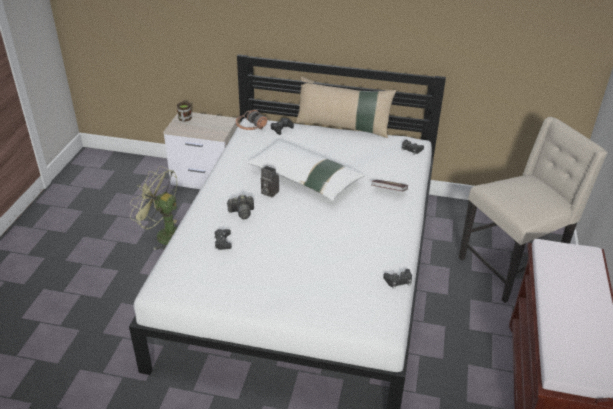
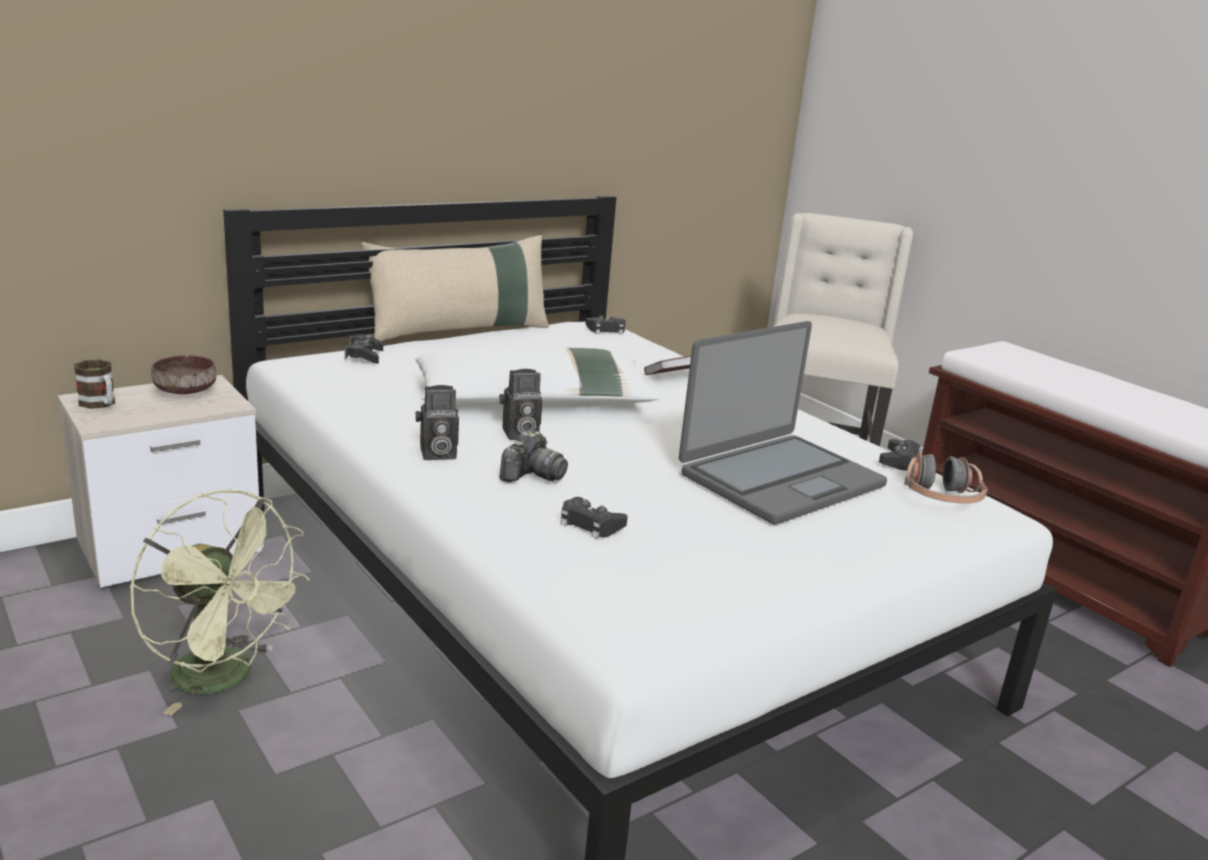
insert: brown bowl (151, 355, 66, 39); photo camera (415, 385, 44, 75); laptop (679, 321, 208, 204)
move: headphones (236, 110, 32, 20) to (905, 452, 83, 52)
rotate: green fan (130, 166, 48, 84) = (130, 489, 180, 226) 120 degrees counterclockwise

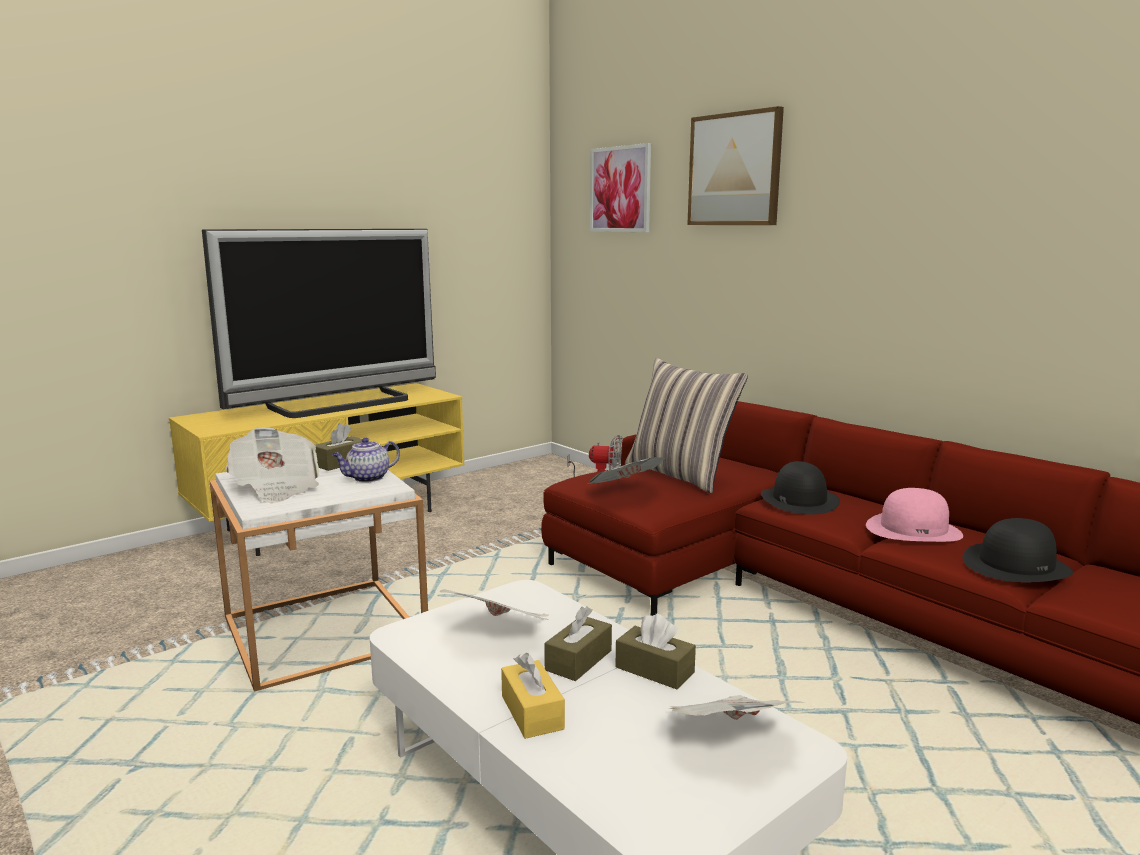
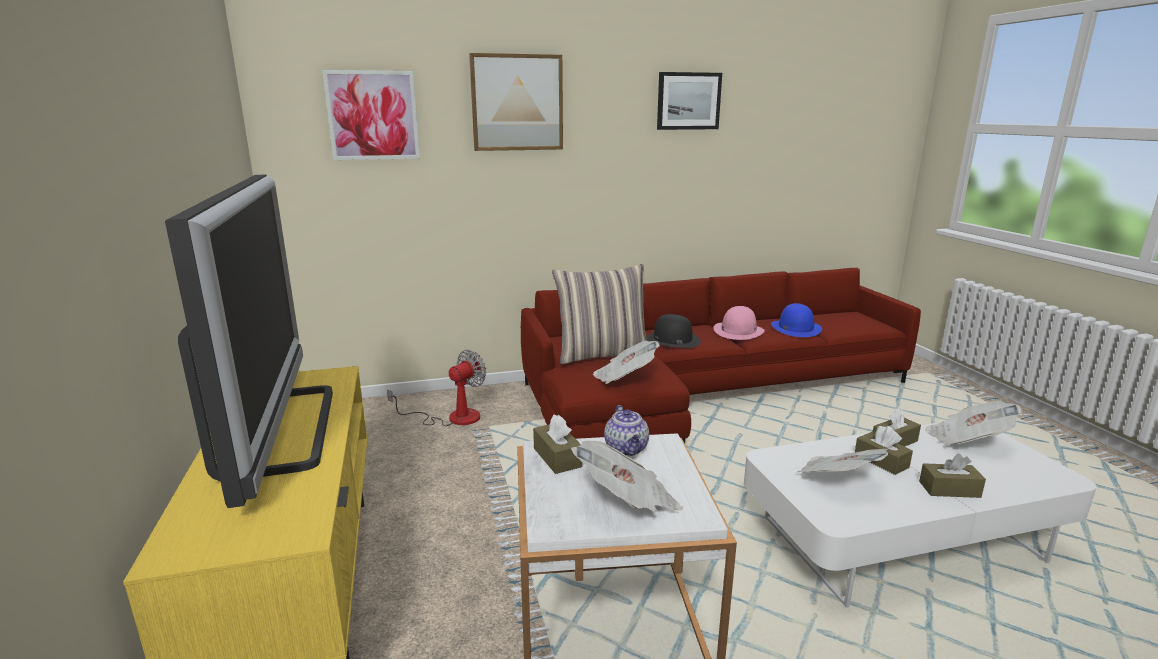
insert: picture (657, 72, 65, 58)
recolor: yellow tissue box (501, 653, 64, 86) to brown tissue box (919, 454, 67, 44); black hat (962, 518, 111, 64) to blue hat (771, 303, 51, 34)

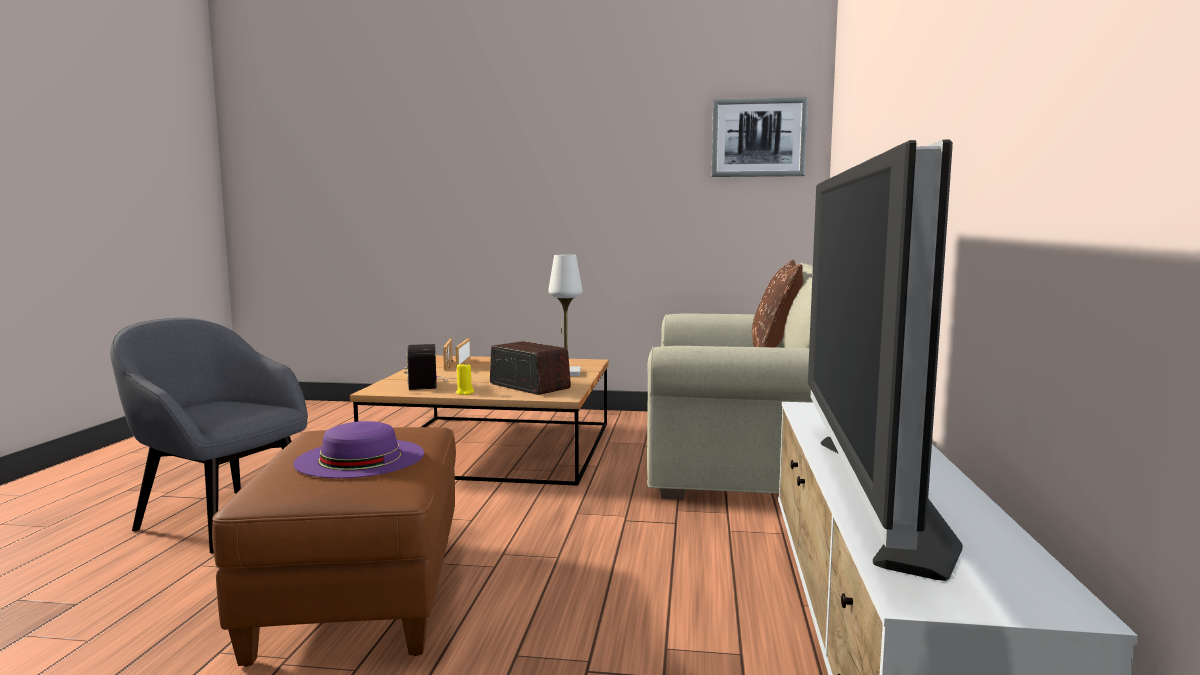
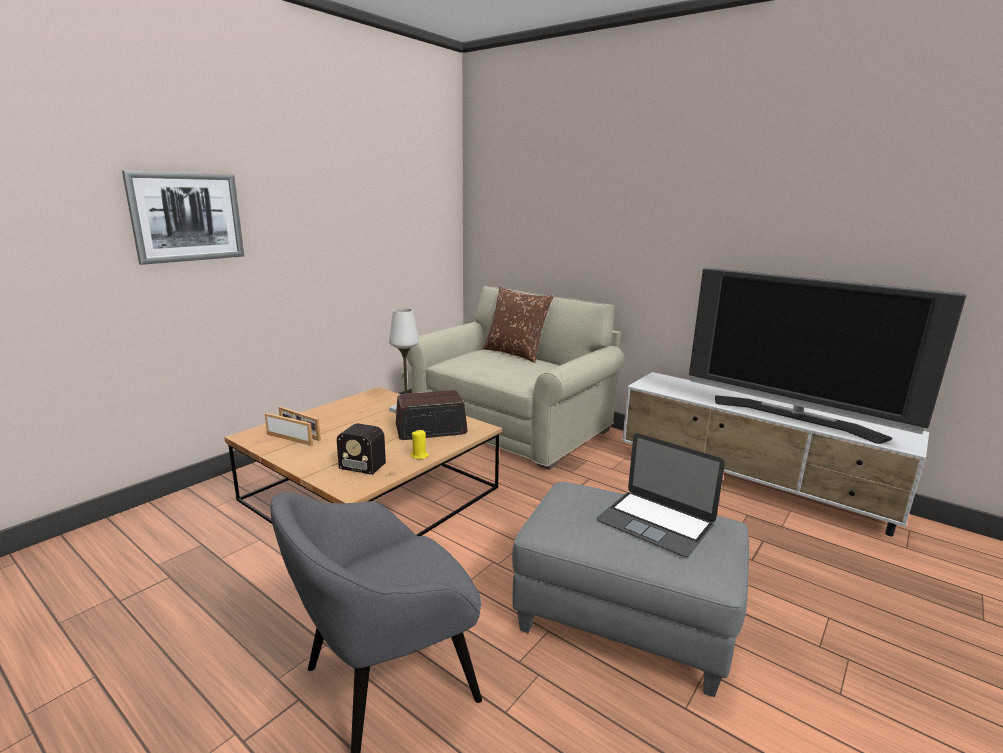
move: picture (712, 97, 96, 80) to (122, 171, 122, 94)
replace: purple hat (294, 421, 130, 57) to laptop (597, 433, 128, 124)
recolor: brown ottoman (212, 427, 244, 240) to grey ottoman (512, 482, 237, 215)

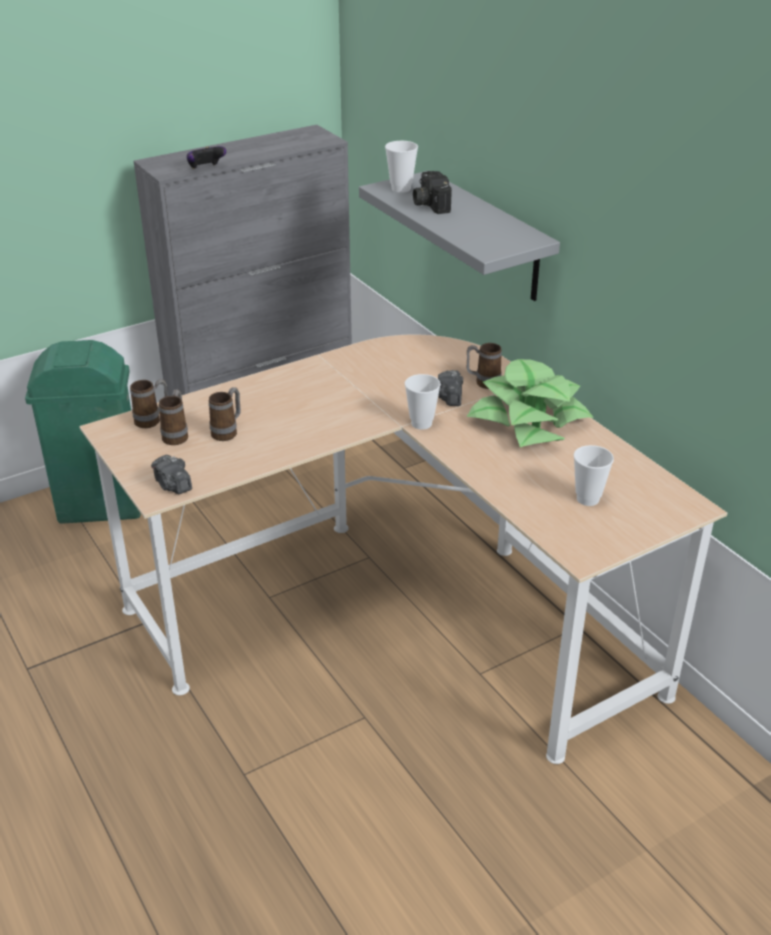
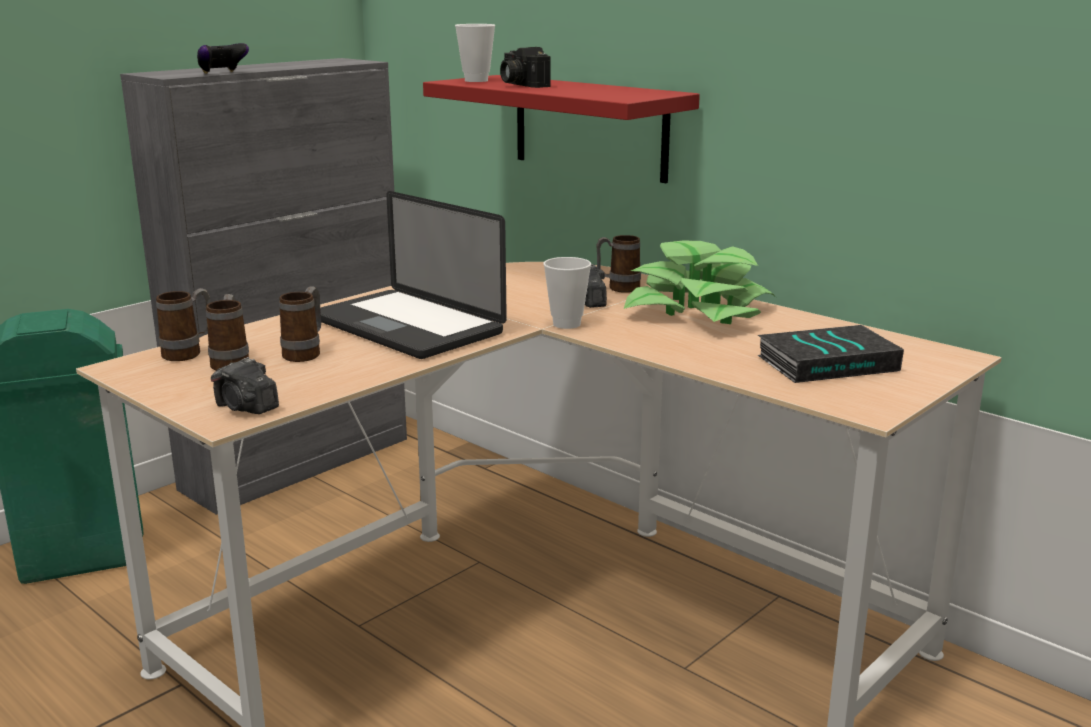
insert: laptop (320, 191, 187, 168)
replace: cup (574, 445, 40, 61) to book (758, 325, 146, 58)
recolor: grey shelf (359, 171, 201, 130) to red shelf (423, 75, 277, 108)

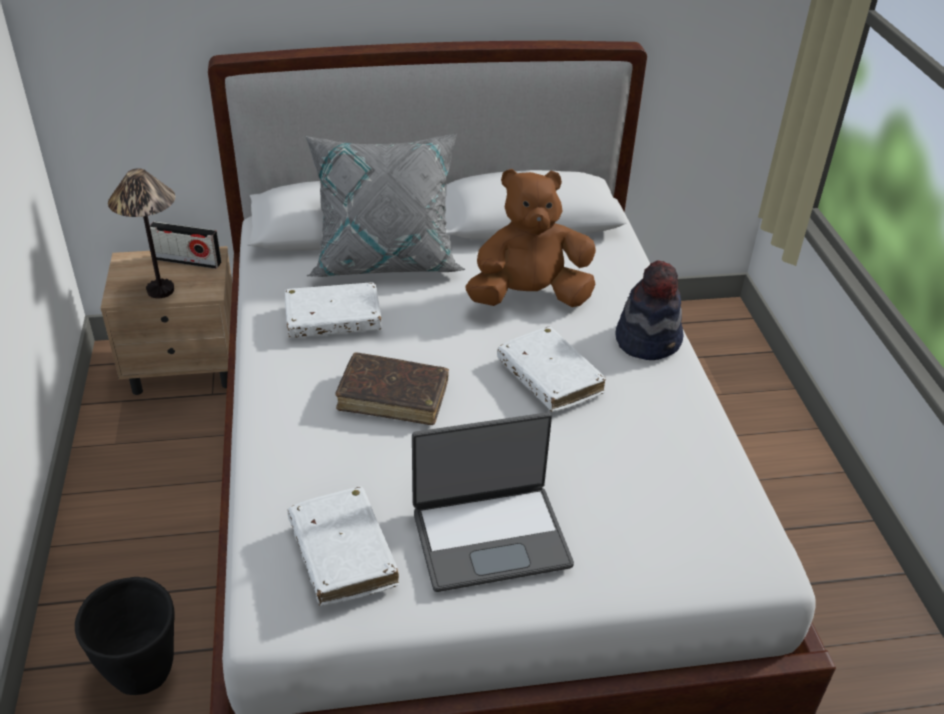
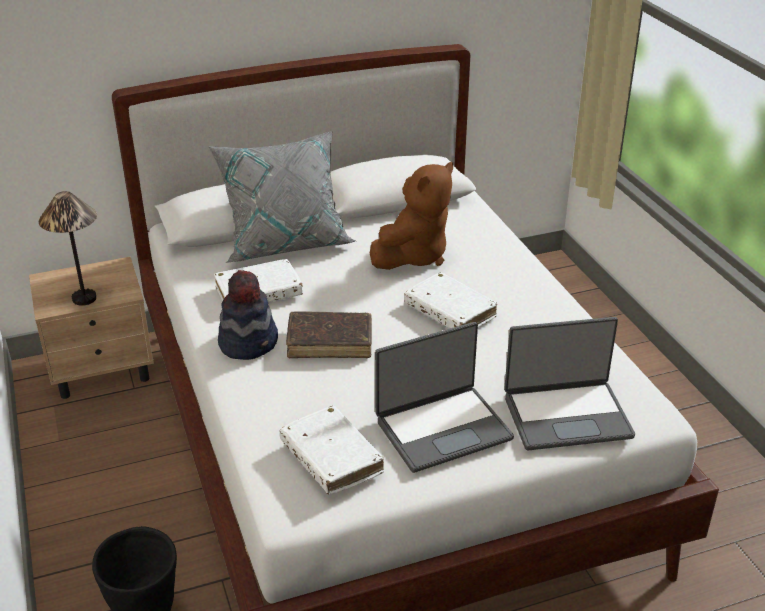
delete: radio (150, 222, 72, 47)
insert: laptop (504, 317, 131, 133)
move: hat (615, 260, 69, 100) to (218, 270, 60, 90)
rotate: brown plush toy (465, 169, 131, 138) = (370, 162, 83, 108) 150 degrees clockwise

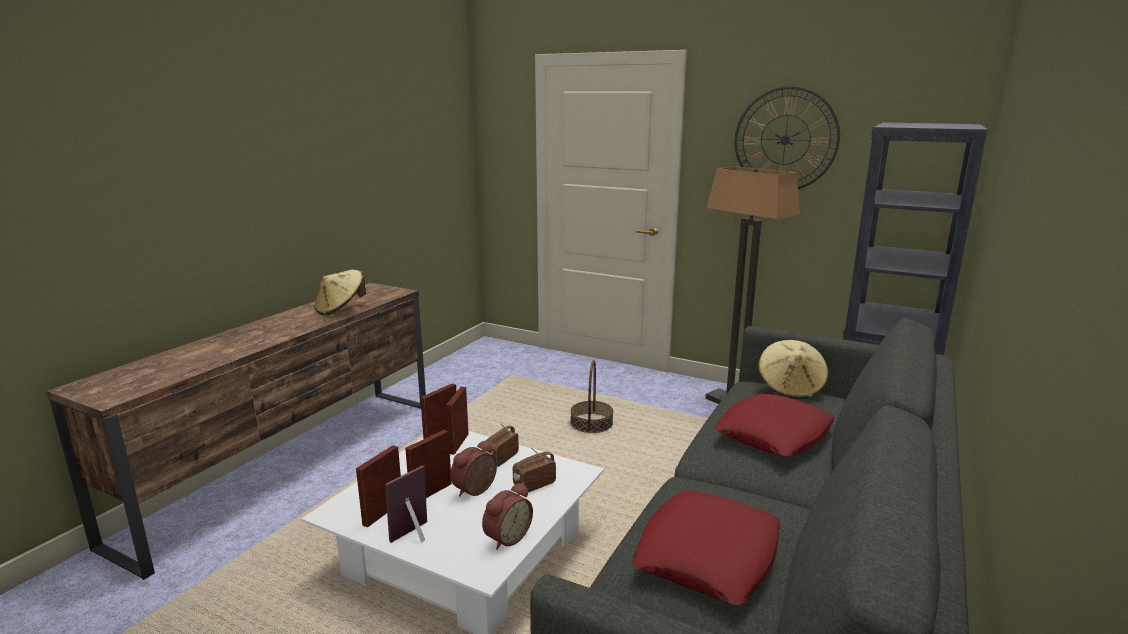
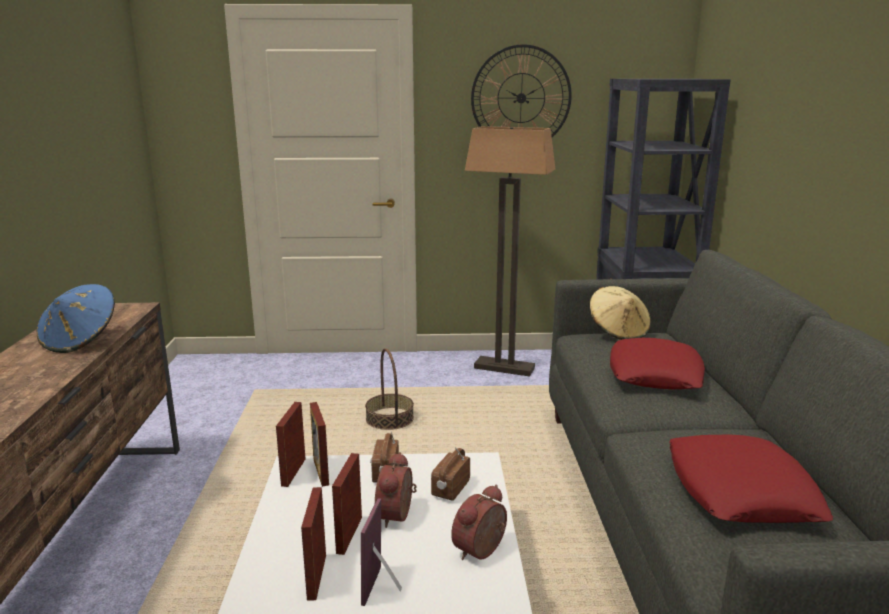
recolor: beige hat (314, 270, 52, 45) to blue hat (37, 284, 78, 69)
rotate: alarm clock (482, 482, 51, 68) = (451, 485, 56, 75) 150 degrees counterclockwise

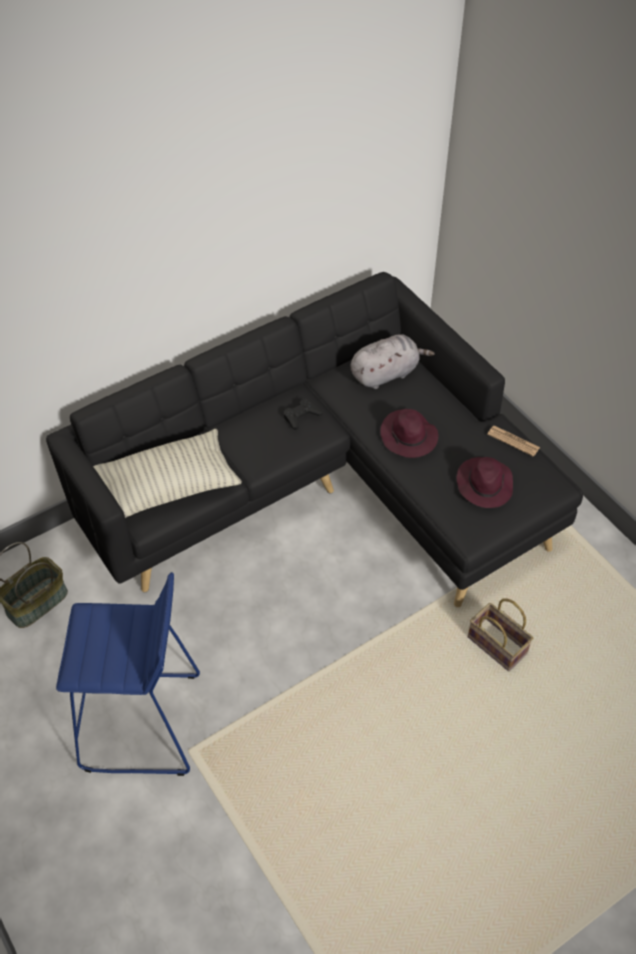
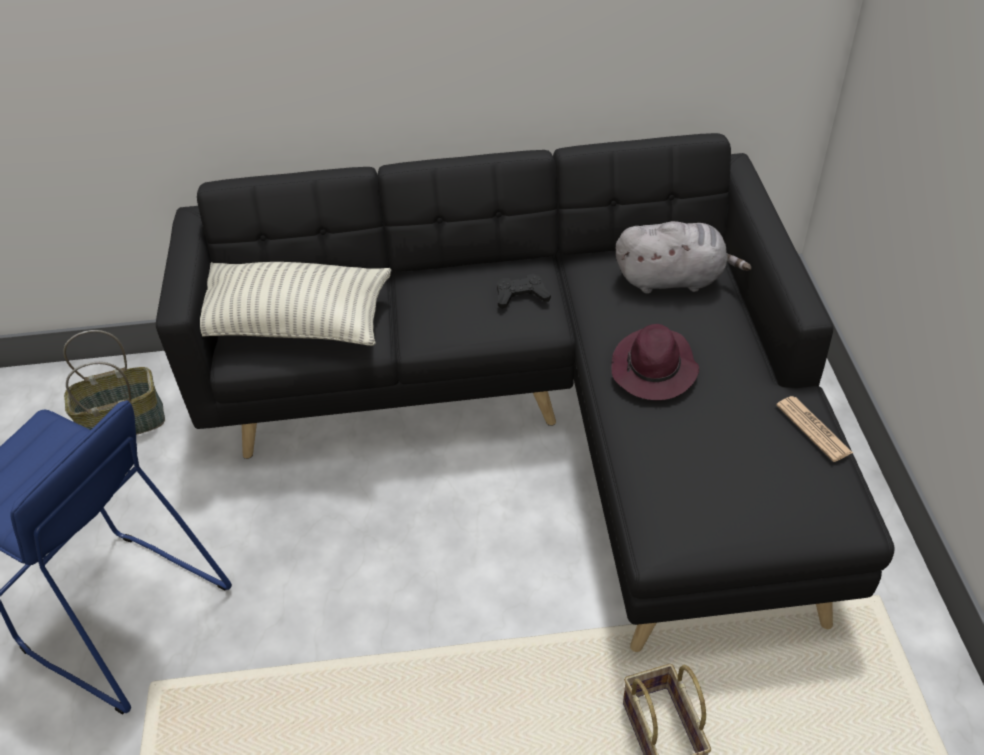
delete: purple hat (457, 457, 56, 51)

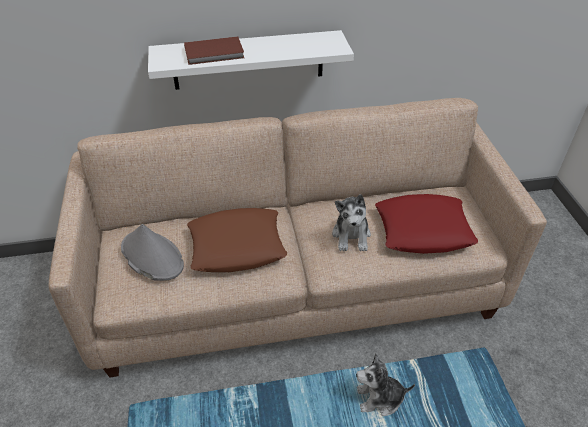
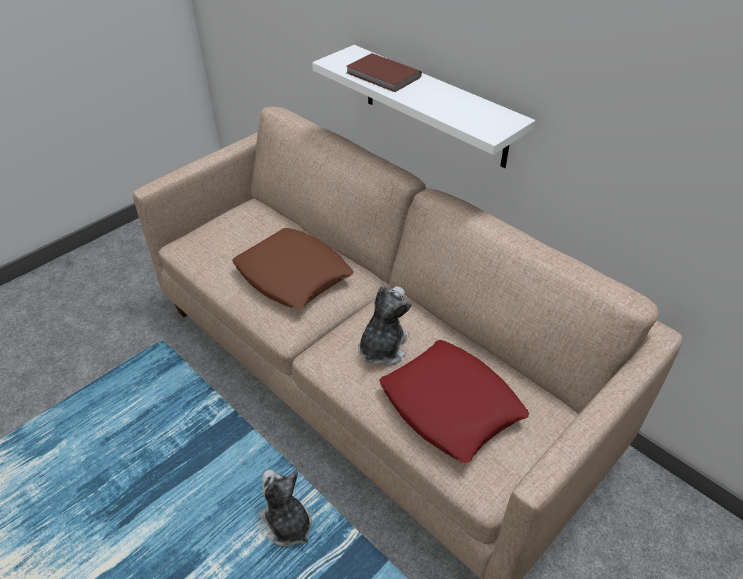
delete: grey hat (121, 224, 63, 57)
rotate: plush toy (332, 194, 39, 57) = (358, 286, 54, 80) 150 degrees clockwise

